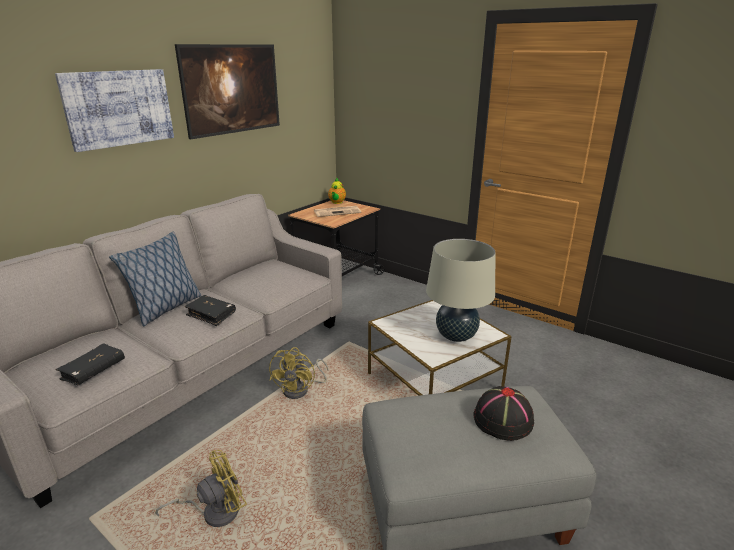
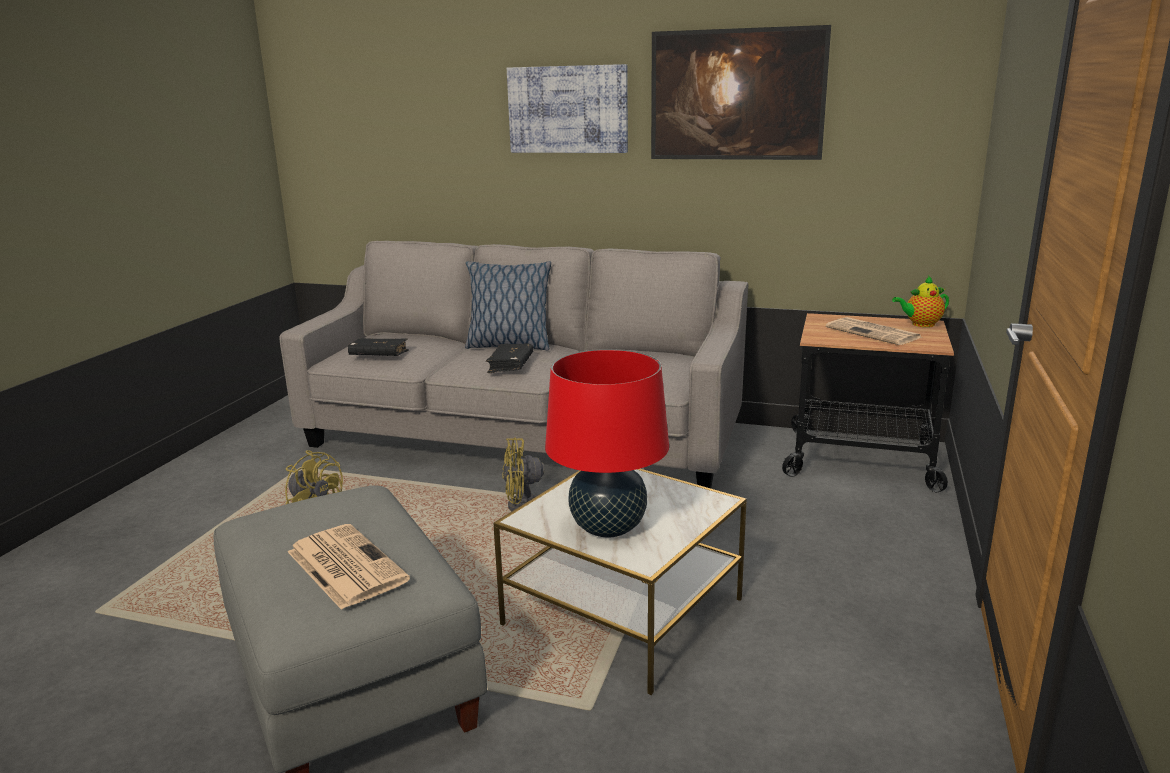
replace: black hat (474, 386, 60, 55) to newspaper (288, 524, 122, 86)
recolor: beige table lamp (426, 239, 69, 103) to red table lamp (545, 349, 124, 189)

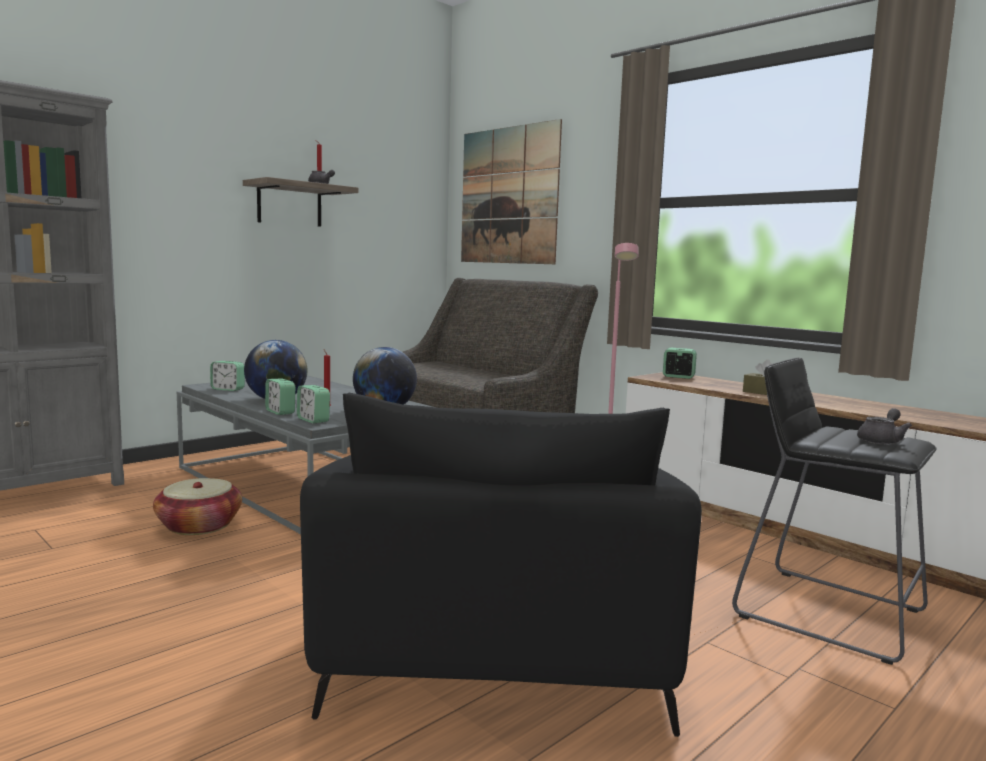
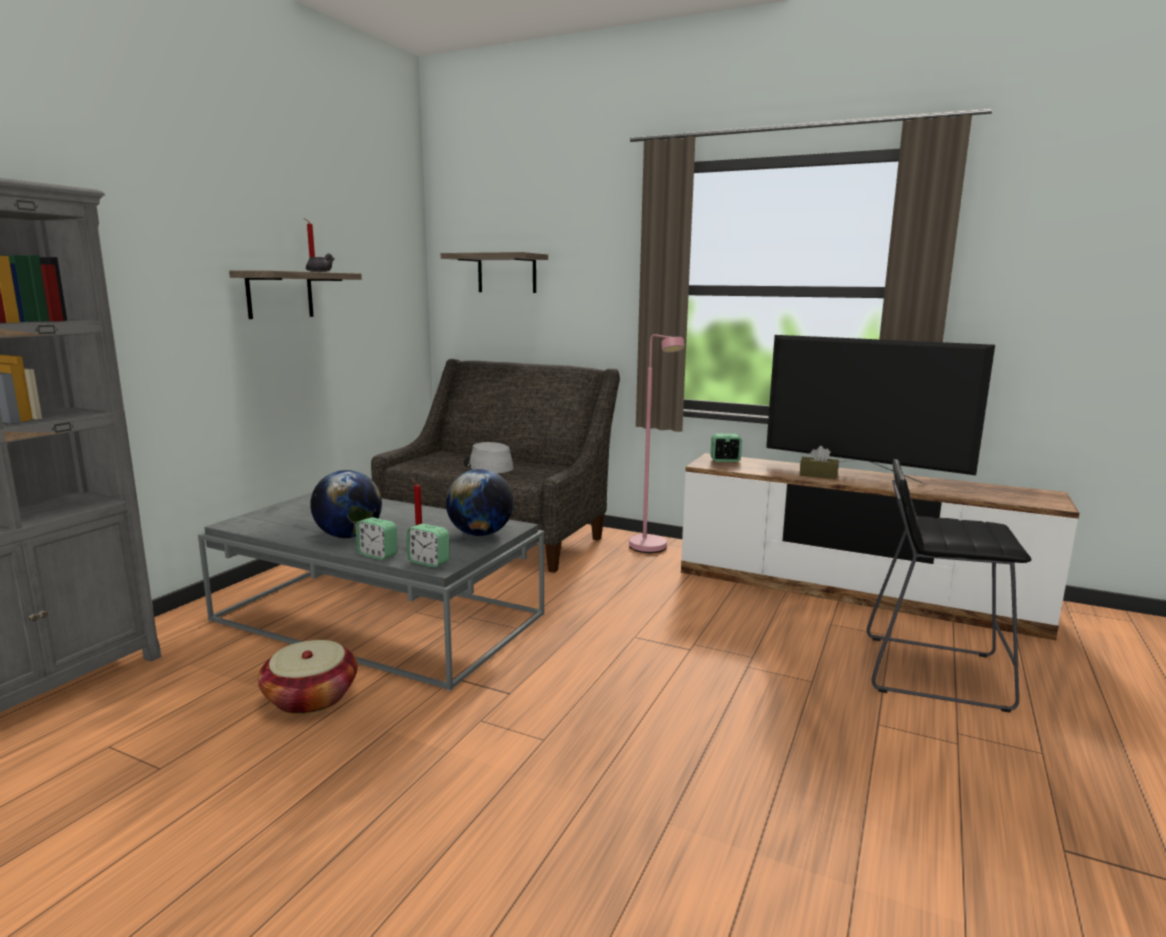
delete: alarm clock (210, 361, 35, 30); black armchair (300, 393, 402, 344); grey teapot (857, 408, 55, 36)
insert: grey hat (463, 442, 51, 31); television (766, 335, 229, 150)
replace: picture (461, 119, 101, 145) to shelf (441, 252, 107, 41)

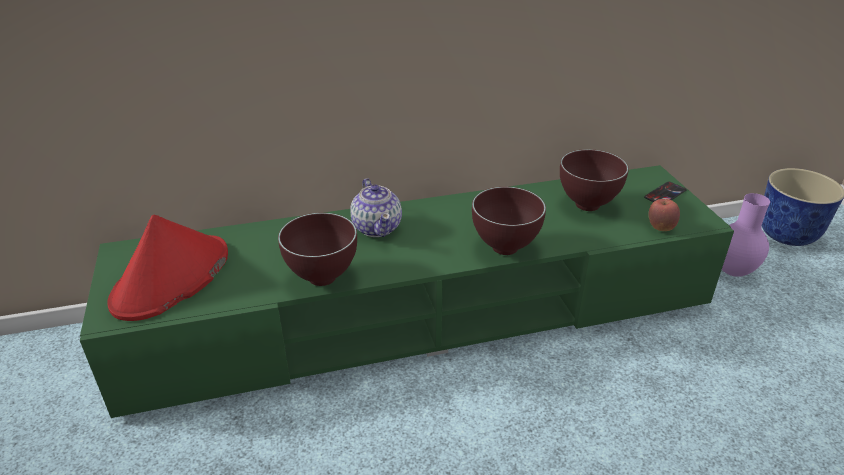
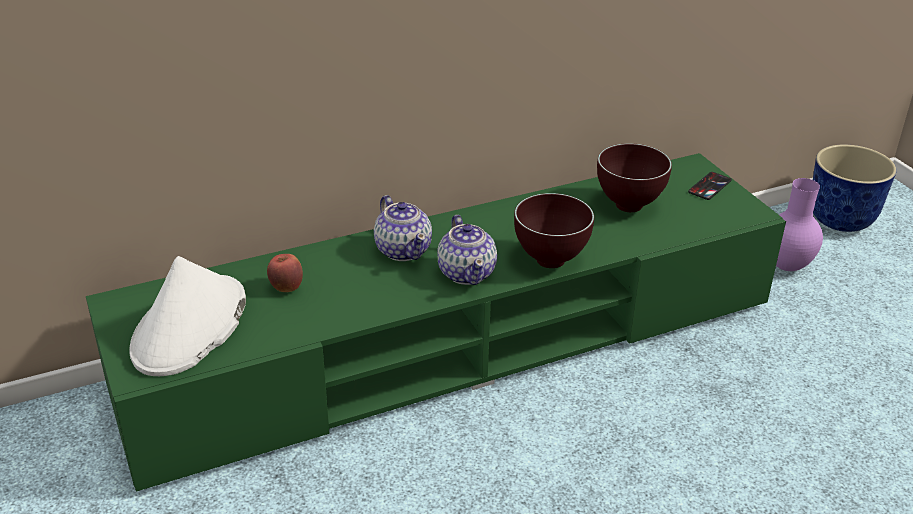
delete: brown bowl (278, 213, 79, 73)
insert: teapot (437, 215, 60, 70)
move: apple (648, 199, 32, 32) to (267, 254, 36, 38)
recolor: red hat (107, 214, 121, 107) to white hat (129, 256, 117, 120)

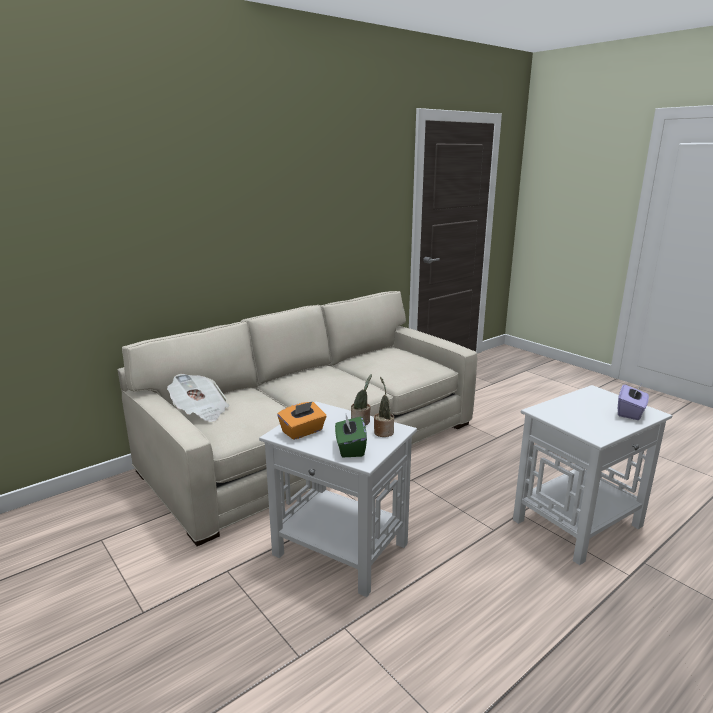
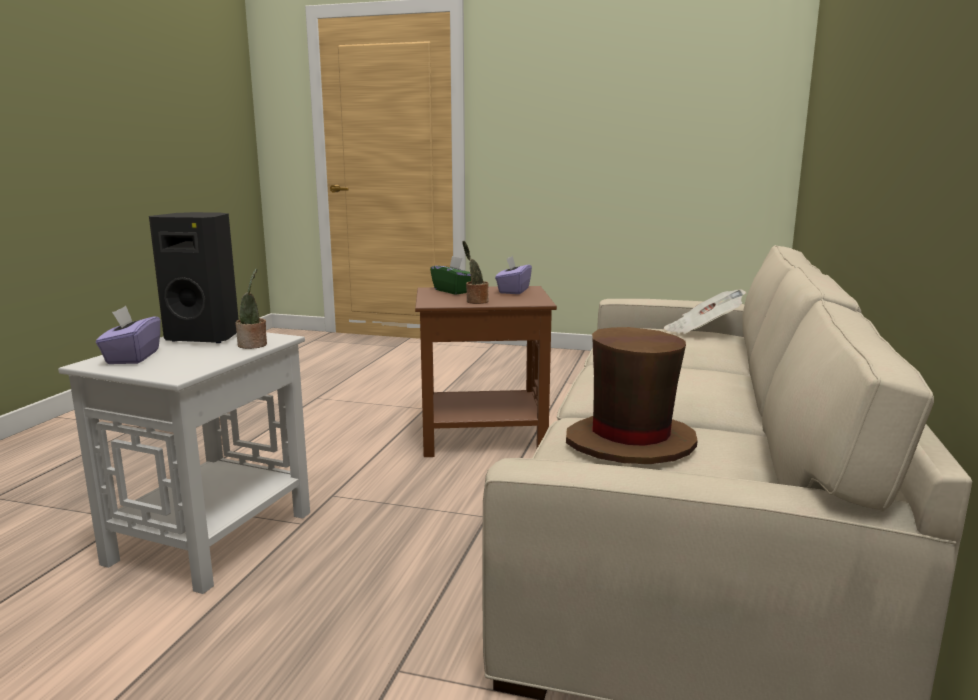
insert: black speaker (149, 212, 90, 131); brown hat (566, 327, 132, 137)
move: potted plant (374, 377, 20, 60) to (235, 269, 32, 80)
recolor: white side table (259, 402, 158, 195) to brown side table (415, 286, 142, 171); orange tissue box (277, 402, 50, 38) to purple tissue box (495, 256, 37, 38)

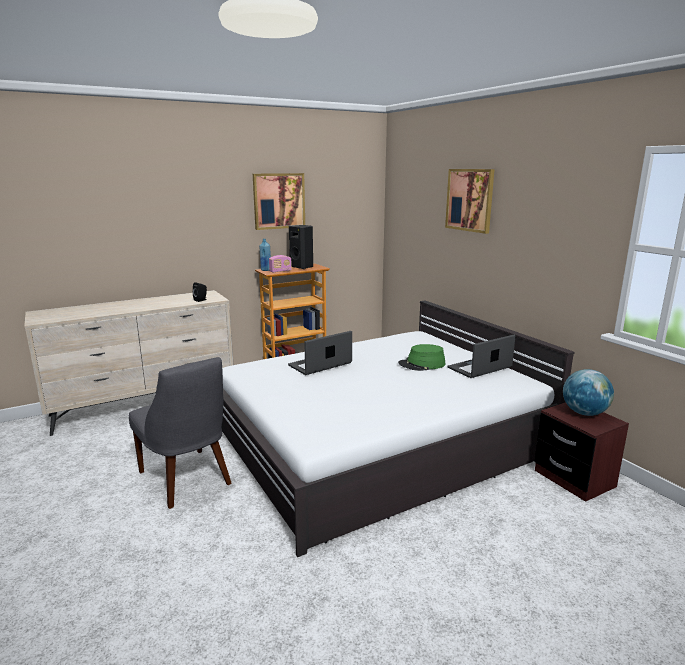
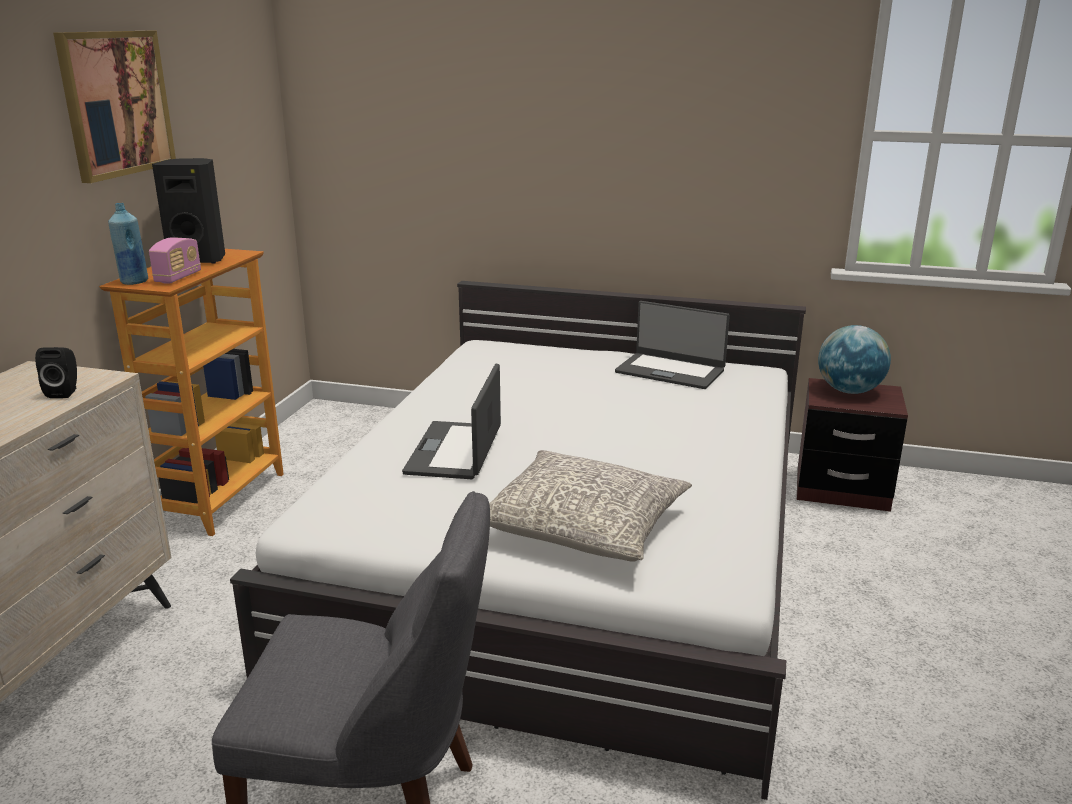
delete: green hat (398, 344, 48, 27); picture (445, 169, 50, 65)
insert: grey pillow (489, 450, 203, 112)
rotate: laptop (448, 335, 68, 43) = (615, 301, 115, 88) 75 degrees counterclockwise

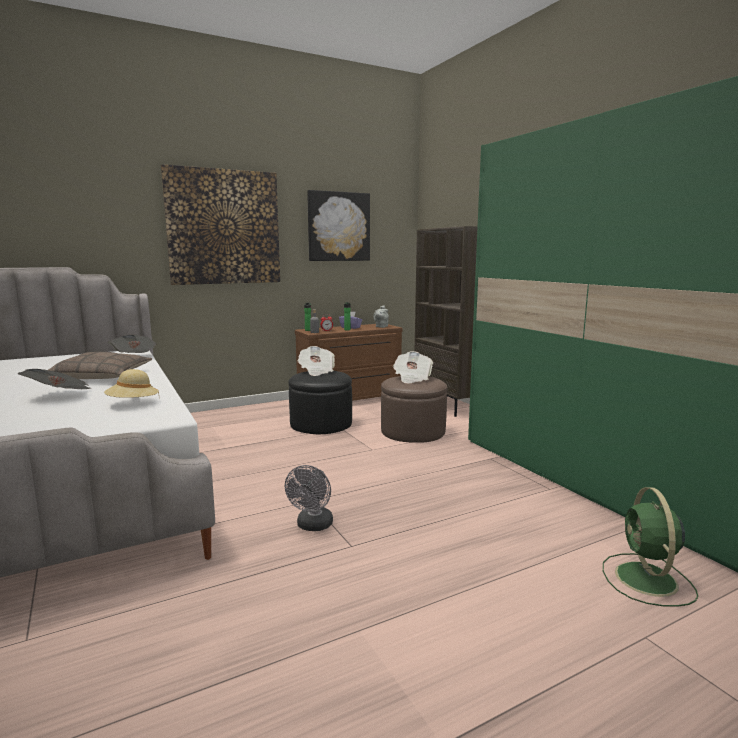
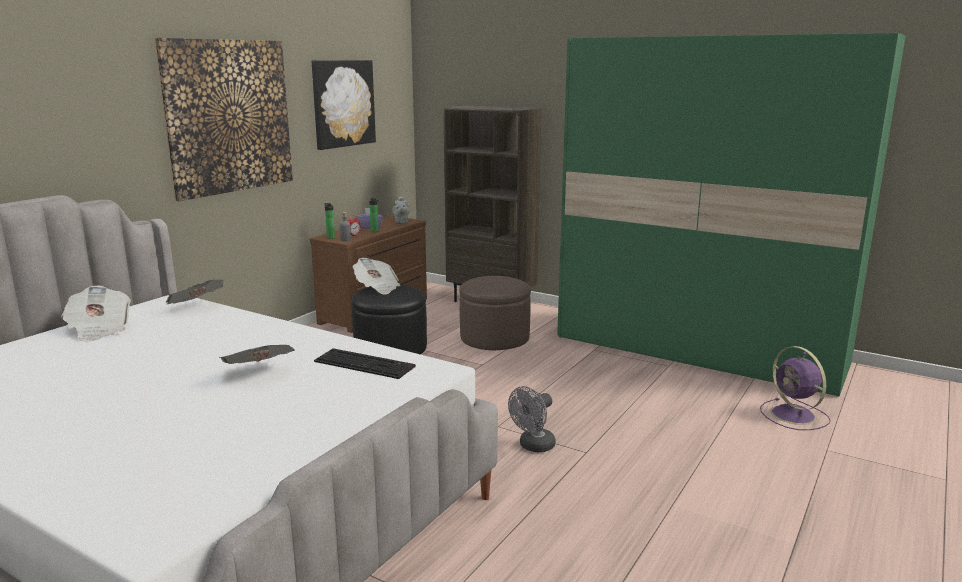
delete: pillow (48, 352, 104, 27)
move: newspaper (393, 351, 40, 32) to (61, 286, 70, 56)
replace: beige hat (104, 369, 55, 29) to keyboard (314, 348, 102, 31)
recolor: green fan (603, 487, 95, 120) to purple fan (760, 346, 71, 84)
rotate: grey fan (285, 465, 48, 66) = (508, 386, 48, 66) 60 degrees clockwise

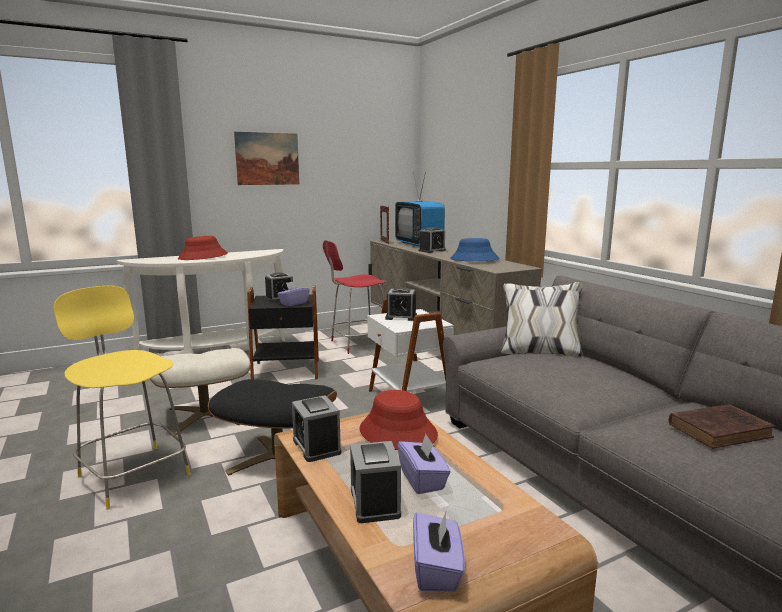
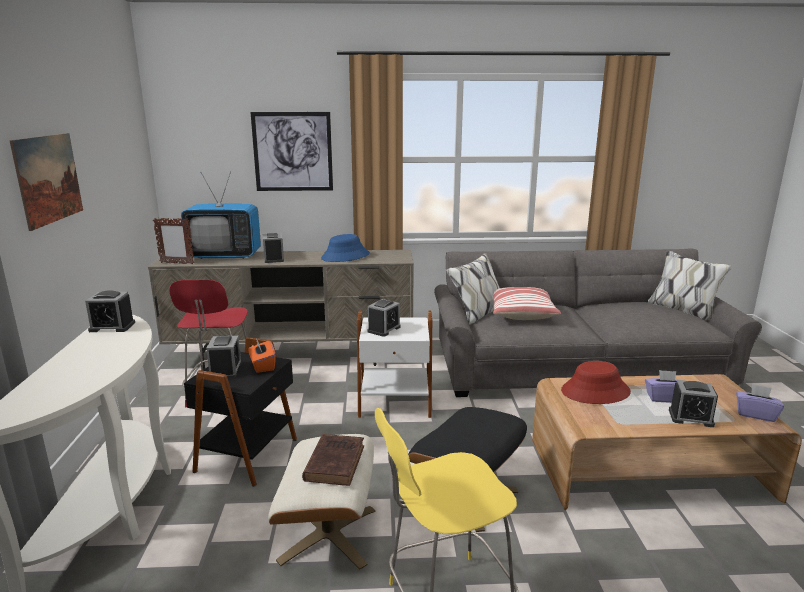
delete: red hat (178, 236, 50, 24)
insert: picture (250, 112, 83, 79); pillow (493, 287, 68, 33)
move: alarm clock (292, 395, 49, 67) to (85, 290, 50, 42); brown book (669, 404, 107, 45) to (302, 434, 62, 52)
recolor: purple tissue box (277, 281, 33, 25) to orange tissue box (248, 338, 28, 35)

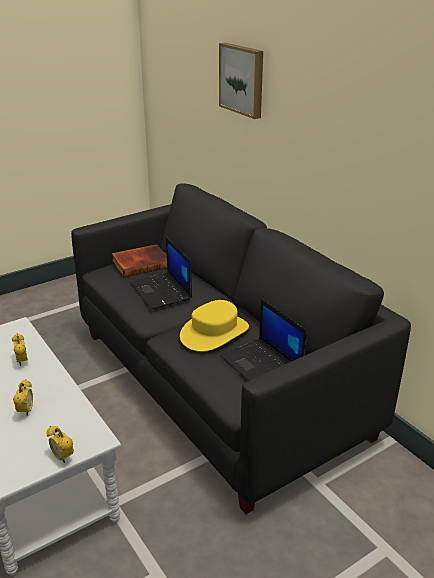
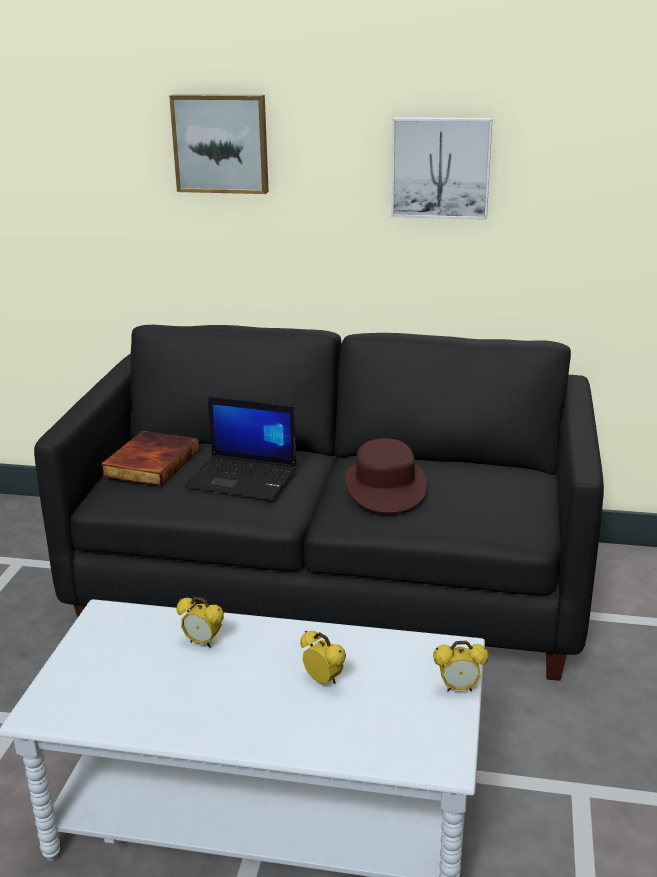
delete: laptop (220, 299, 87, 82)
insert: picture (391, 117, 102, 103)
recolor: yellow hat (180, 300, 69, 52) to brown hat (345, 438, 82, 75)

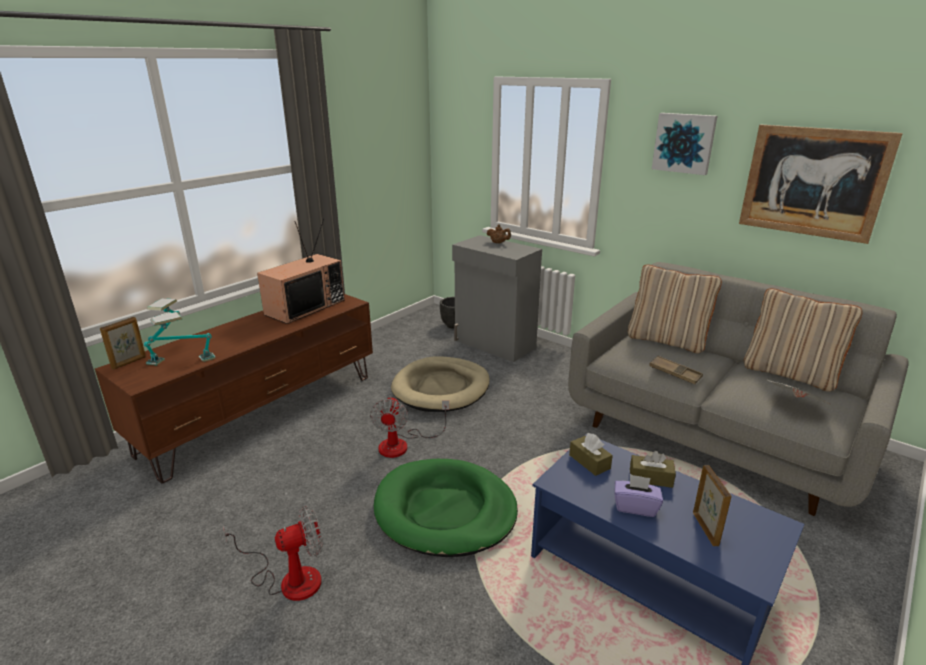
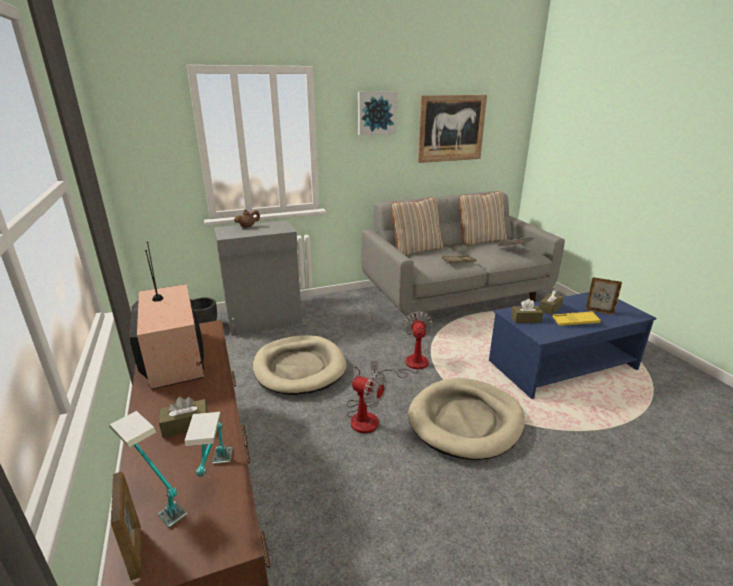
insert: brown tissue box (159, 397, 49, 41)
move: fan (223, 506, 100, 95) to (371, 312, 62, 66)
replace: purple tissue box (614, 474, 49, 43) to yellow tray (553, 311, 48, 15)
recolor: green dog bed (374, 459, 144, 98) to beige dog bed (408, 378, 117, 82)

